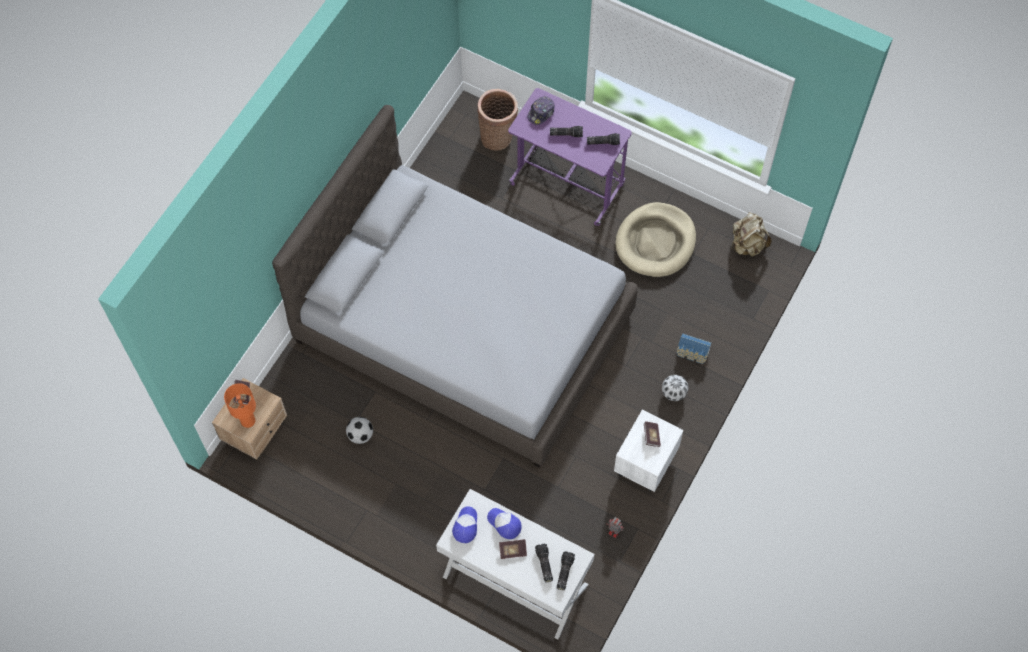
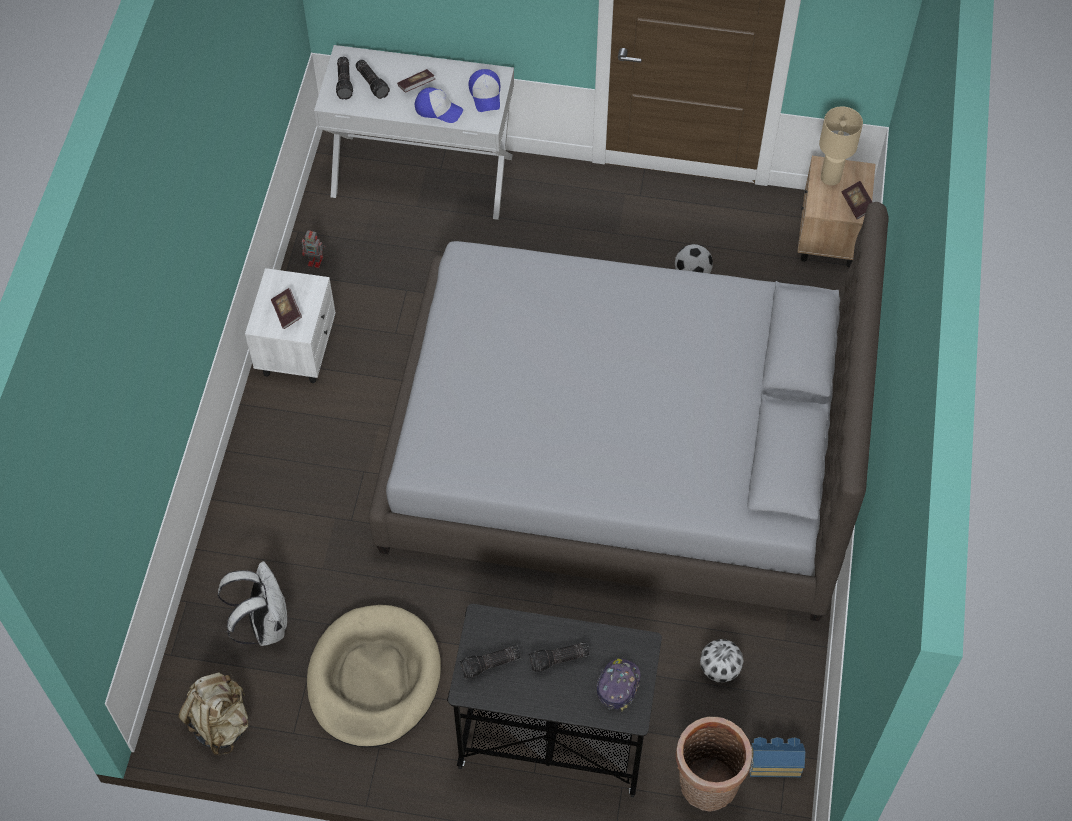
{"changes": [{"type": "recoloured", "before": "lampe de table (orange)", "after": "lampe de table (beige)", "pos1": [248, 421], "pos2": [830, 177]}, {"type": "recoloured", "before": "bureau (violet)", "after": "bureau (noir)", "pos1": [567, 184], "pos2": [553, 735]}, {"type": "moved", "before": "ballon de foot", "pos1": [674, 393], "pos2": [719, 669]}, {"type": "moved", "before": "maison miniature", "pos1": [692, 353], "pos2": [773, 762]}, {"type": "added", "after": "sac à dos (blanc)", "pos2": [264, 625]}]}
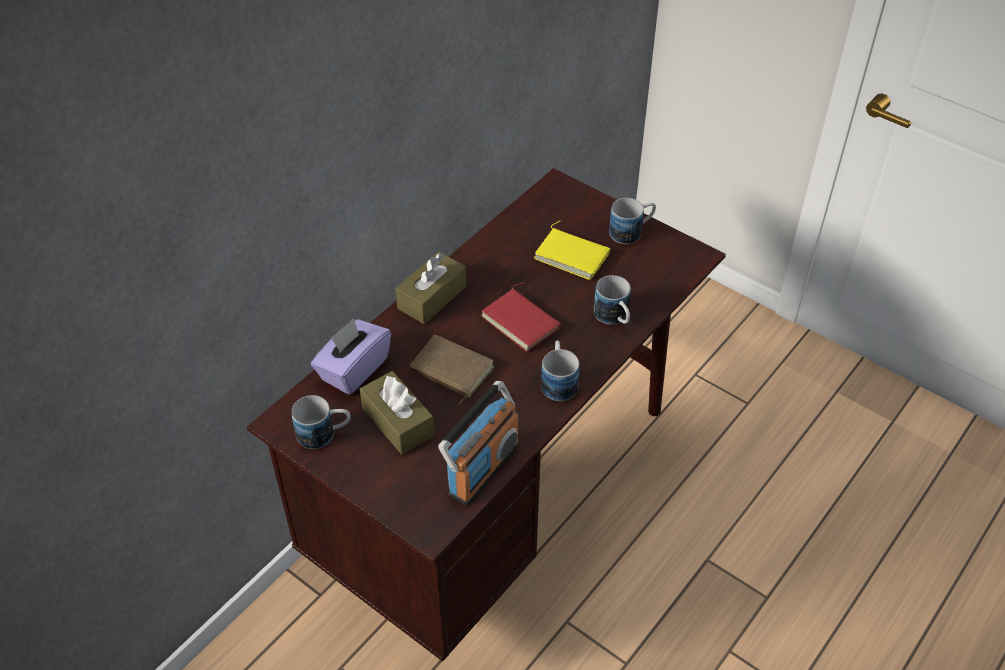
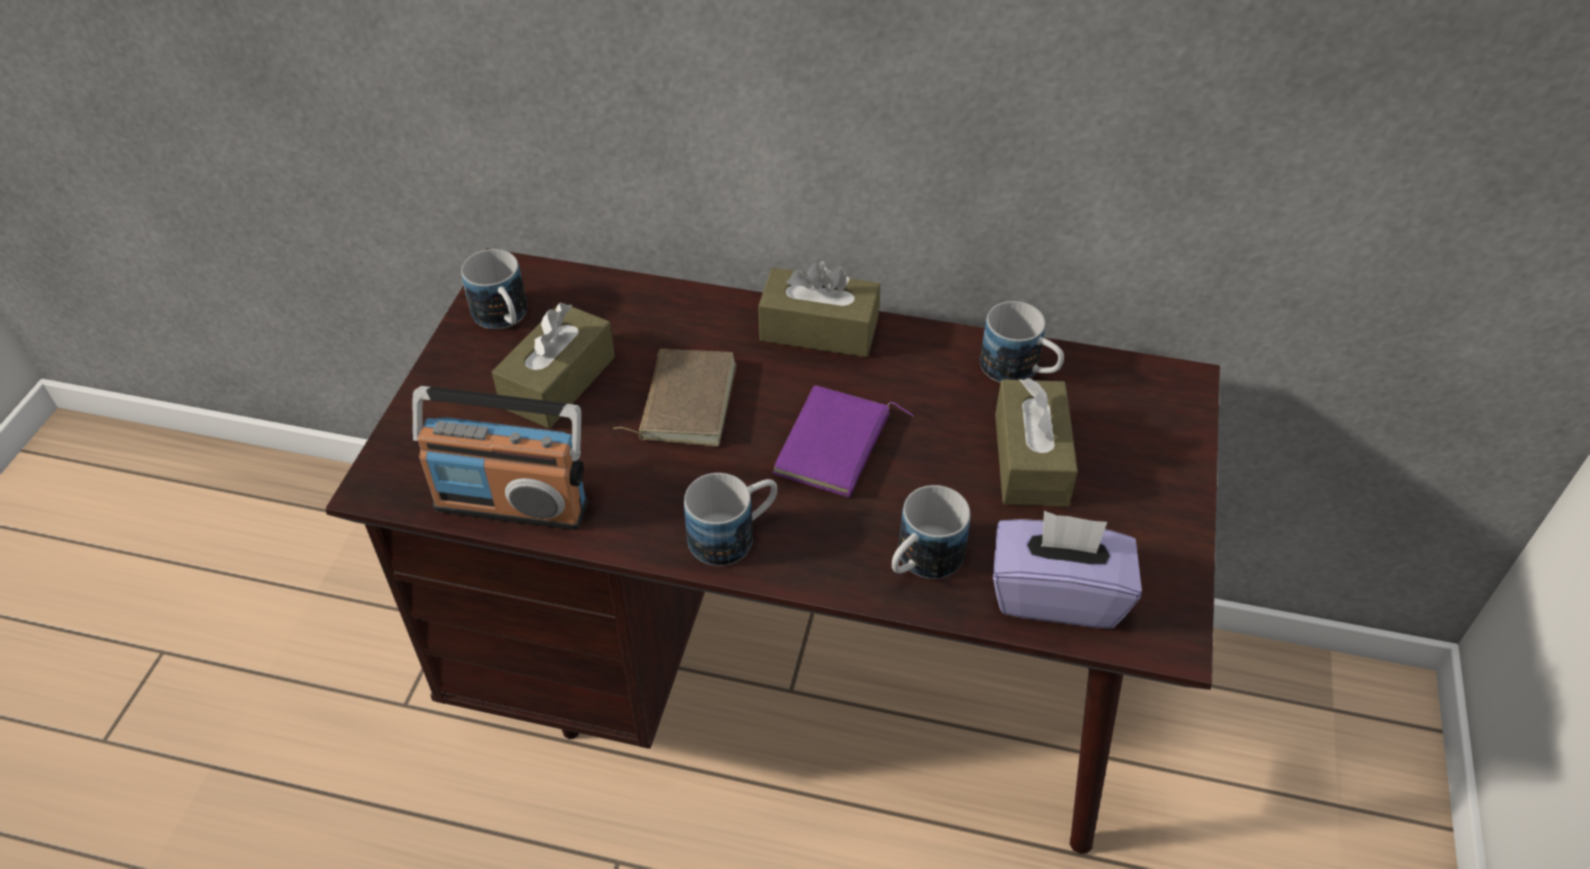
{"changes": [{"type": "moved", "before": "boîte à mouchoirs (violet)", "pos1": [353, 369], "pos2": [1057, 594]}, {"type": "recoloured", "before": "livre (rouge)", "after": "livre (violet)", "pos1": [522, 321], "pos2": [836, 447]}, {"type": "replaced", "before": "livre (jaune)", "after": "boîte à mouchoirs (marron)", "pos1": [573, 255], "pos2": [1030, 459]}, {"type": "moved", "before": "mug", "pos1": [632, 231], "pos2": [1020, 371]}]}
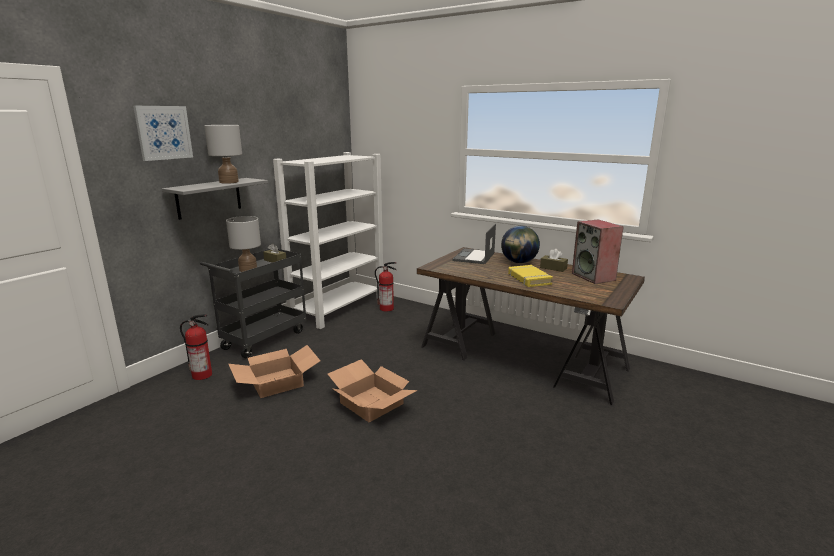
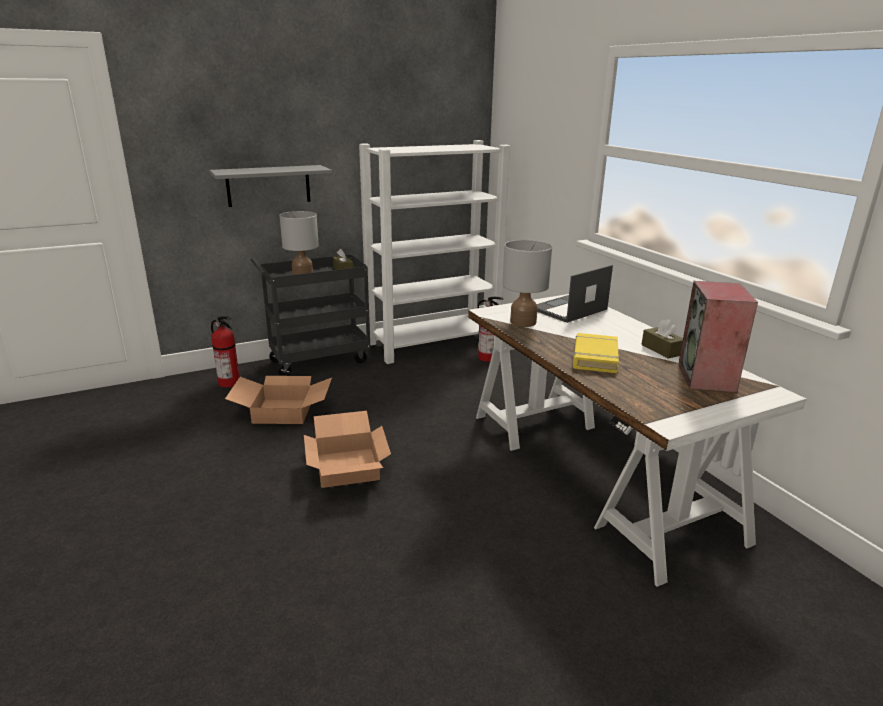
{"changes": [{"type": "removed", "before": "tableau", "pos1": [163, 132]}, {"type": "moved", "before": "lampe de table (gris)", "pos1": [228, 182], "pos2": [522, 322]}, {"type": "recoloured", "before": "bureau (marron)", "after": "bureau (blanc)", "pos1": [521, 357], "pos2": [595, 471]}, {"type": "removed", "before": "globe", "pos1": [519, 262]}]}
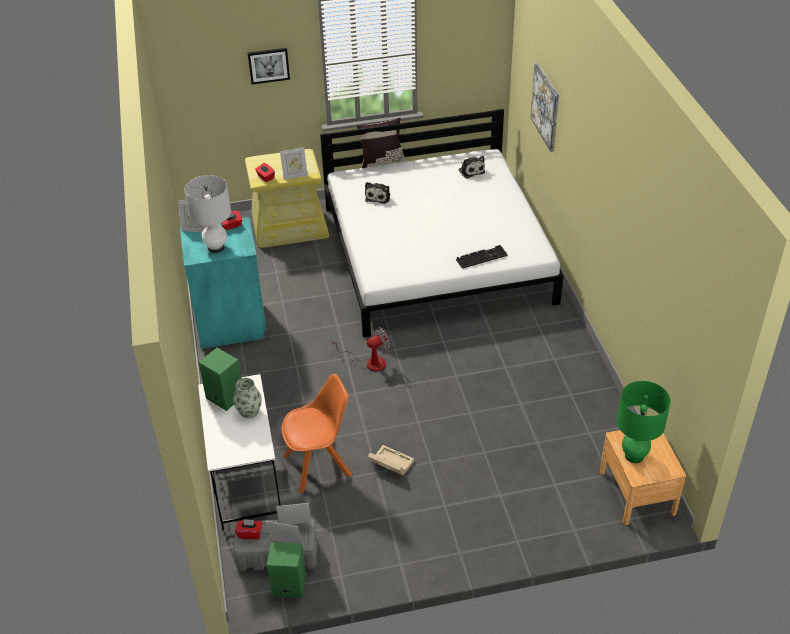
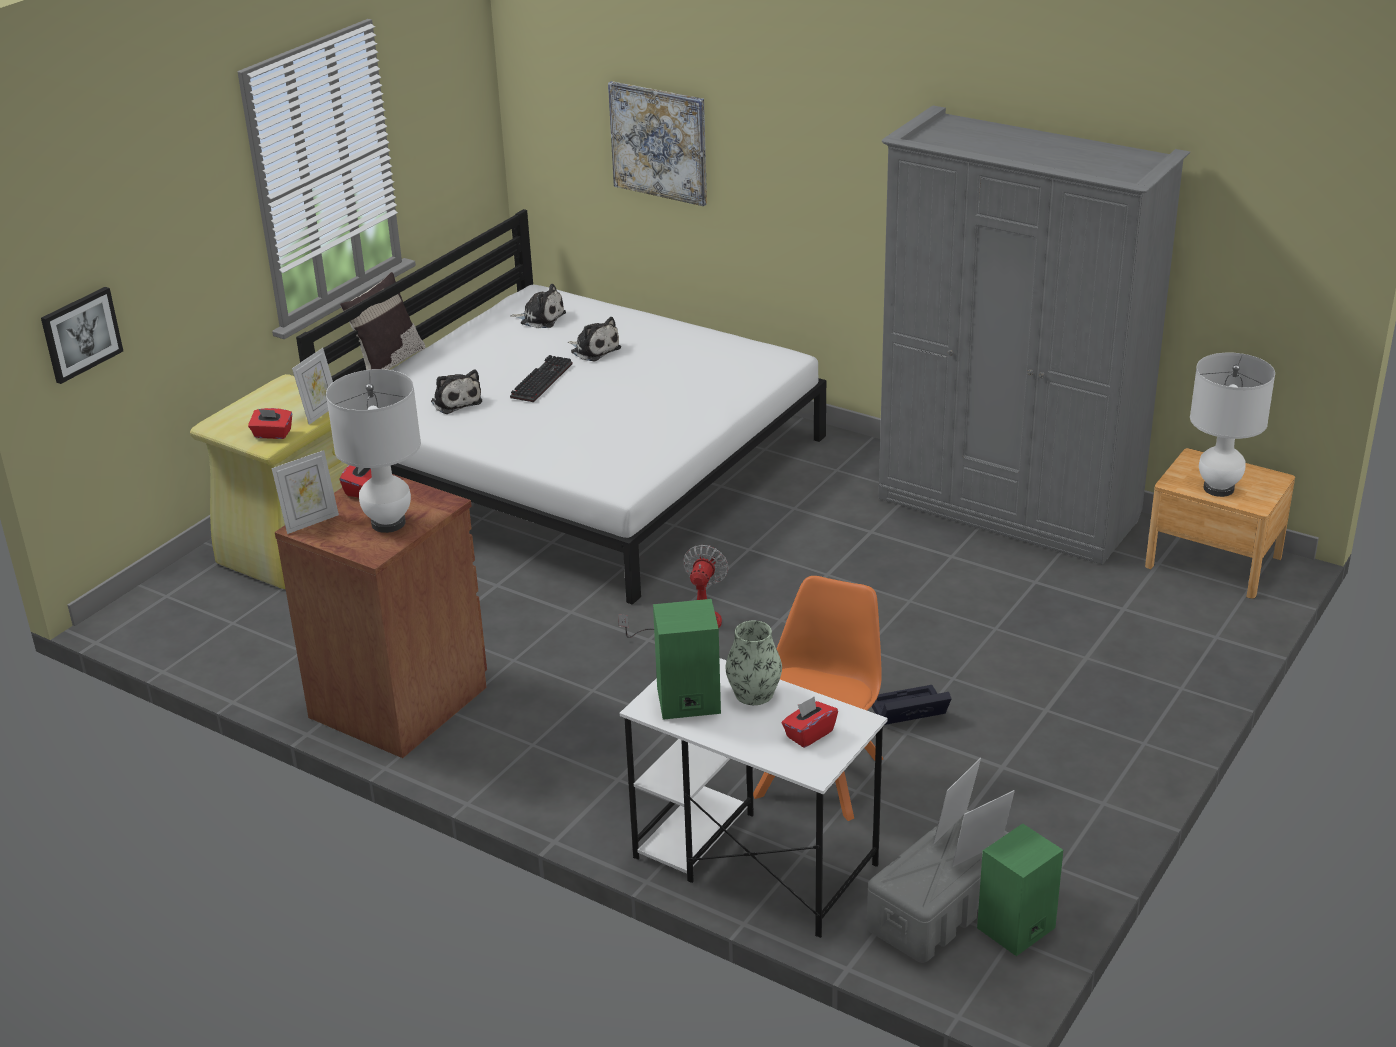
{"changes": [{"type": "recoloured", "before": "commode (turquoise)", "after": "commode (marron)", "pos1": [230, 323], "pos2": [398, 701]}, {"type": "moved", "before": "boîte à mouchoirs (rouge)", "pos1": [250, 533], "pos2": [809, 734]}, {"type": "moved", "before": "tableau", "pos1": [268, 65], "pos2": [80, 334]}, {"type": "recoloured", "before": "boîte de rangement (beige)", "after": "boîte de rangement (noir)", "pos1": [390, 463], "pos2": [907, 712]}, {"type": "moved", "before": "clavier", "pos1": [482, 257], "pos2": [541, 380]}, {"type": "recoloured", "before": "lampe de table (vert)", "after": "lampe de table (blanc)", "pos1": [634, 456], "pos2": [1218, 489]}, {"type": "added", "after": "peluche", "pos2": [594, 350]}, {"type": "added", "after": "armoire (gris)", "pos2": [1009, 508]}]}
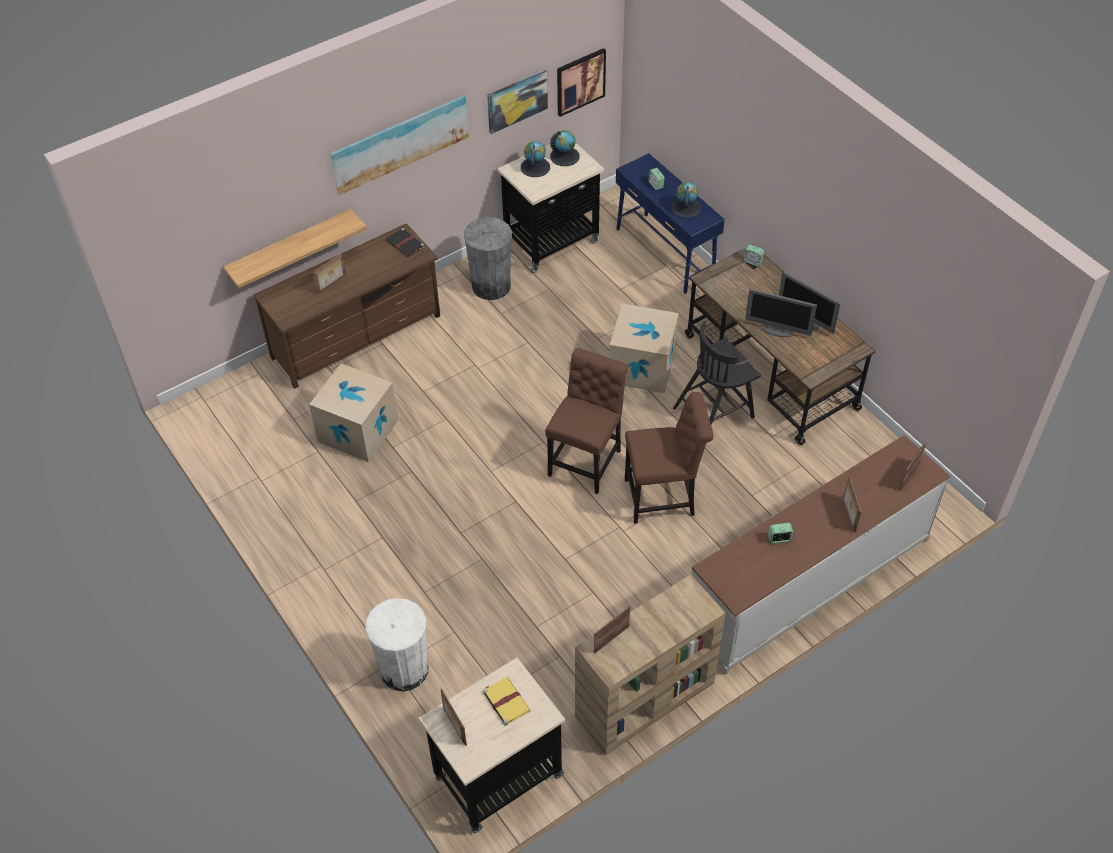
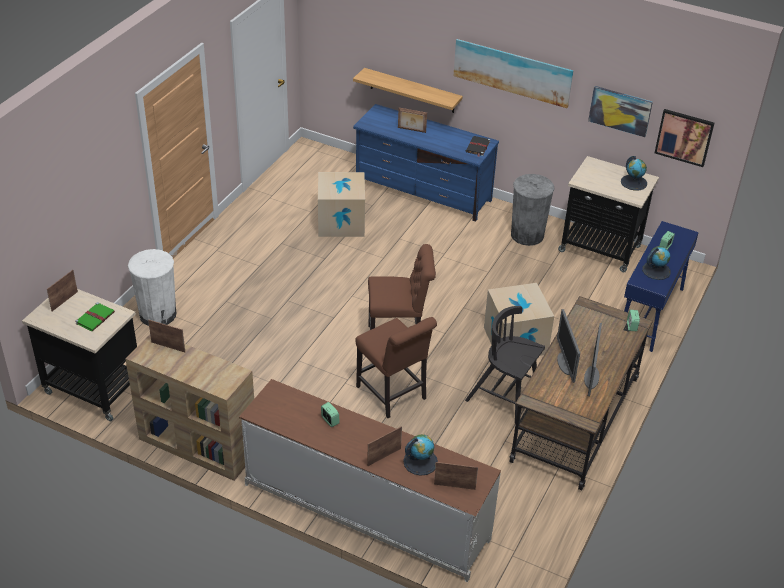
{"changes": [{"type": "recoloured", "before": "commode (marron)", "after": "commode (bleu)", "pos1": [358, 337], "pos2": [423, 192]}, {"type": "recoloured", "before": "livre (jaune)", "after": "livre (vert)", "pos1": [506, 701], "pos2": [95, 318]}, {"type": "moved", "before": "globe", "pos1": [535, 167], "pos2": [420, 462]}]}
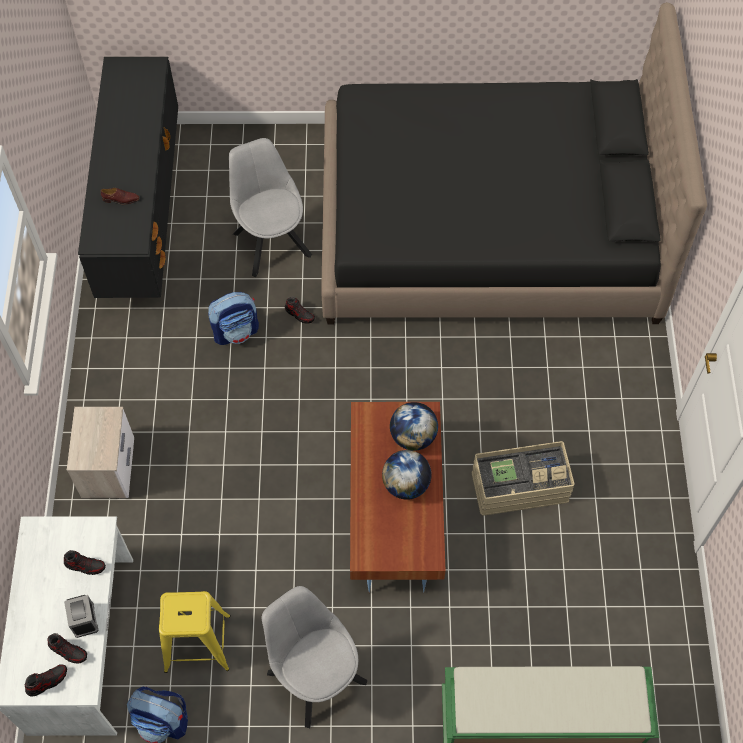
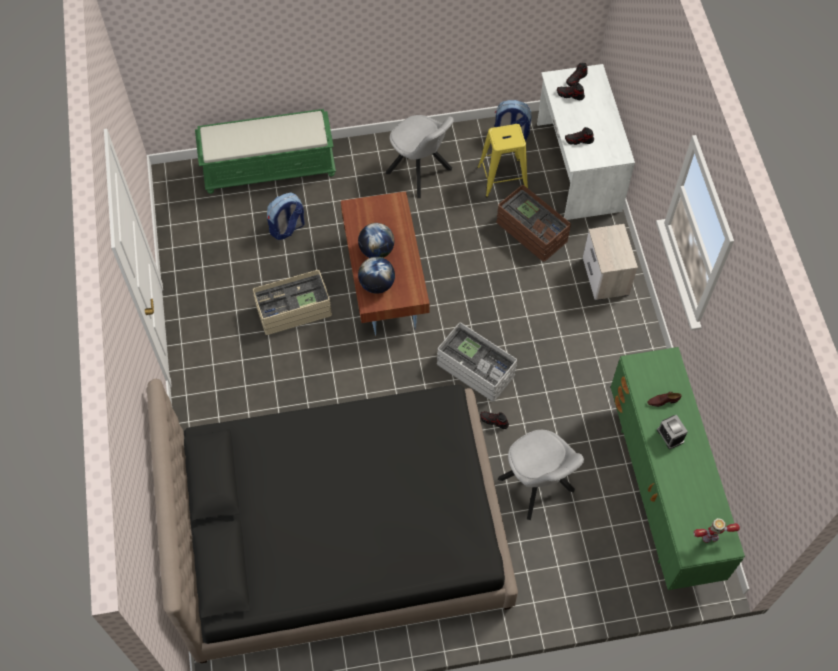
{"changes": [{"type": "moved", "before": "réveil", "pos1": [84, 619], "pos2": [670, 435]}, {"type": "recoloured", "before": "commode (noir)", "after": "commode (vert)", "pos1": [144, 219], "pos2": [659, 491]}, {"type": "moved", "before": "sac à dos", "pos1": [236, 331], "pos2": [287, 228]}, {"type": "added", "after": "boîte de rangement (gris)", "pos2": [476, 368]}, {"type": "added", "after": "boîte de rangement (marron)", "pos2": [532, 231]}, {"type": "added", "after": "robot jouet", "pos2": [710, 537]}]}
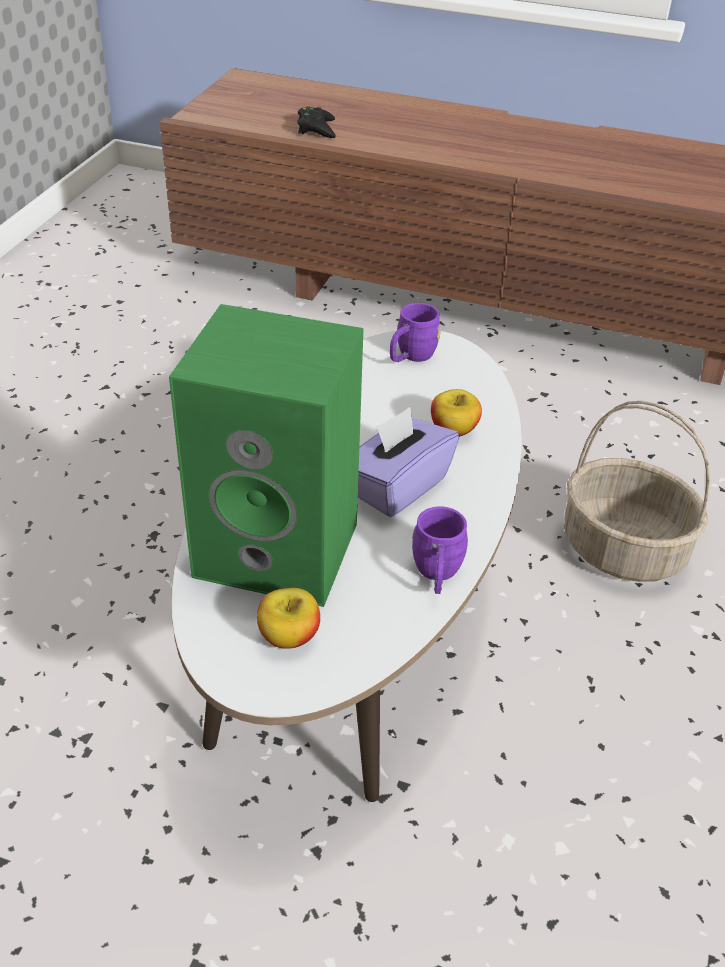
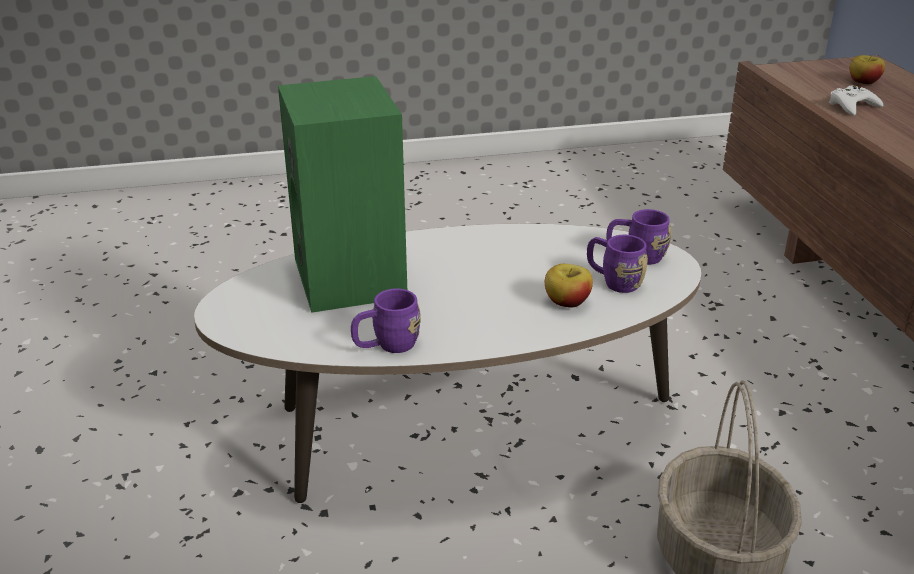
{"changes": [{"type": "moved", "before": "pomme", "pos1": [288, 636], "pos2": [863, 82]}, {"type": "recoloured", "before": "manette (noir)", "after": "manette (blanc)", "pos1": [316, 128], "pos2": [853, 106]}, {"type": "removed", "before": "boîte à mouchoirs (violet)", "pos1": [397, 486]}, {"type": "added", "after": "mug (violet)", "pos2": [613, 281]}]}
